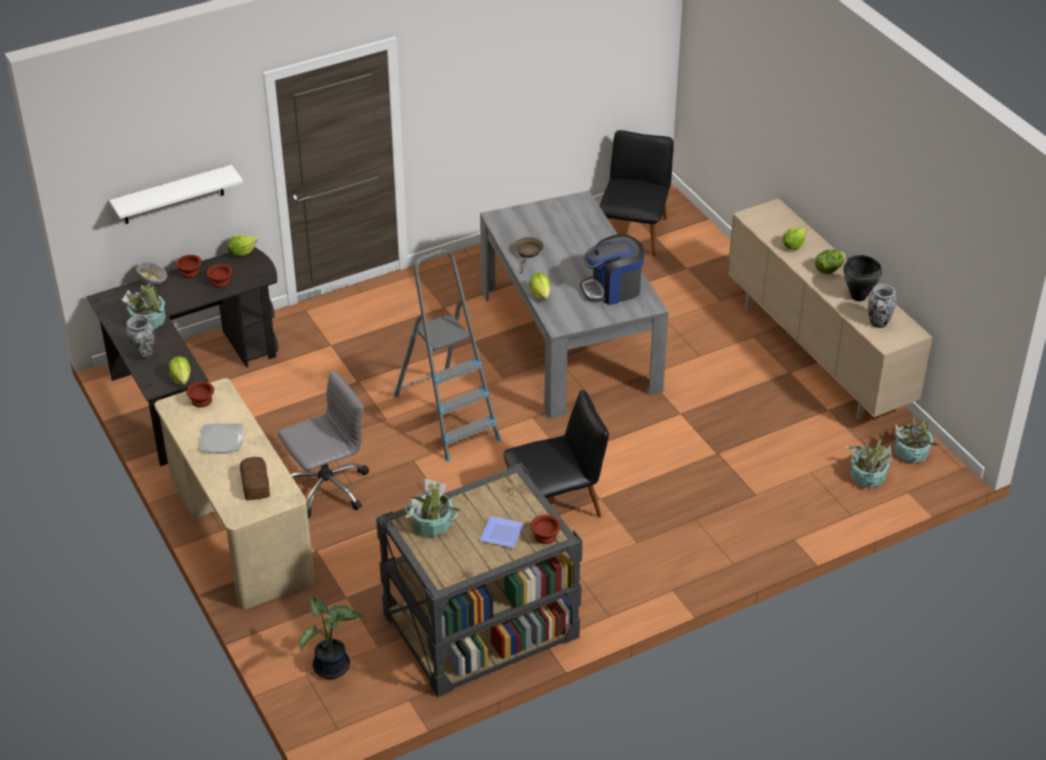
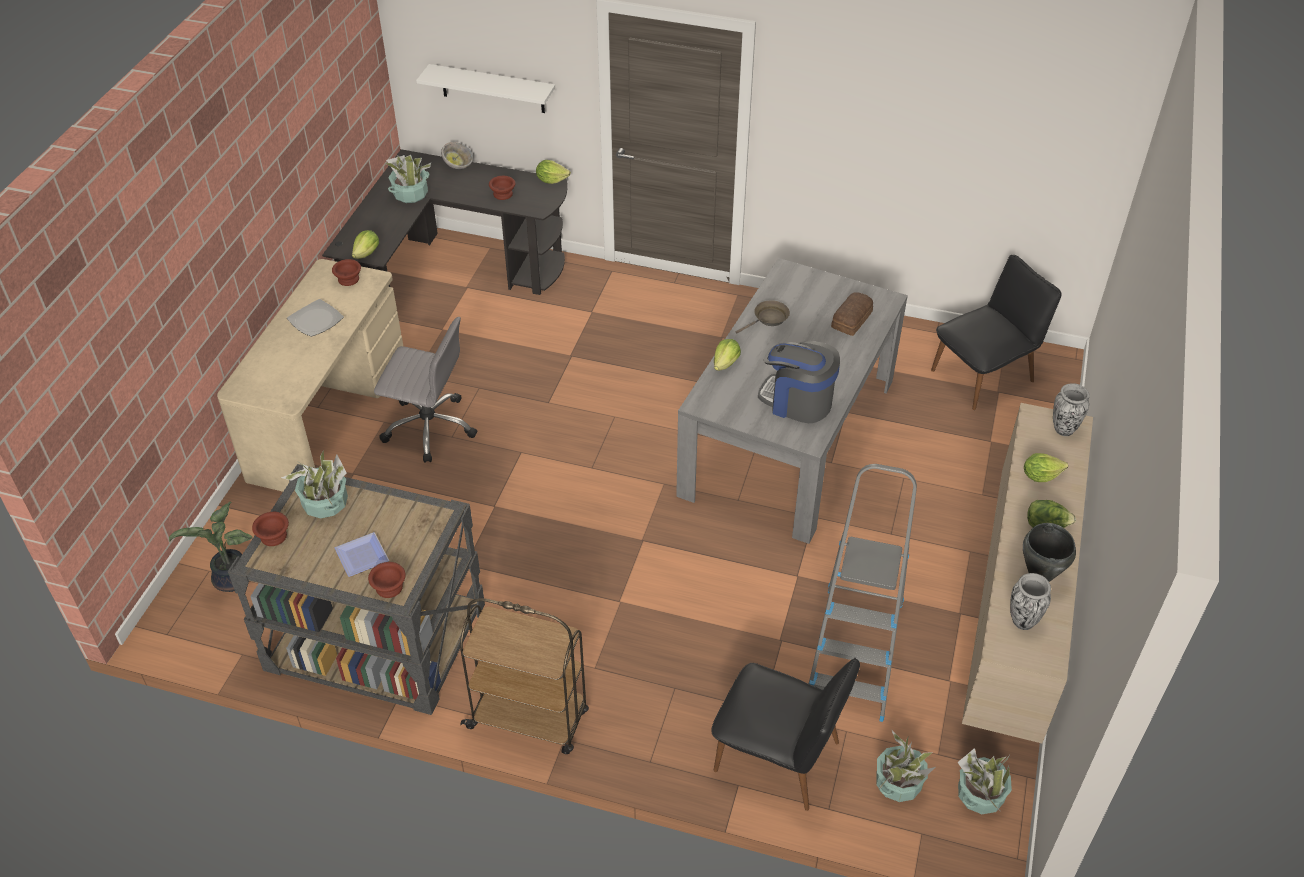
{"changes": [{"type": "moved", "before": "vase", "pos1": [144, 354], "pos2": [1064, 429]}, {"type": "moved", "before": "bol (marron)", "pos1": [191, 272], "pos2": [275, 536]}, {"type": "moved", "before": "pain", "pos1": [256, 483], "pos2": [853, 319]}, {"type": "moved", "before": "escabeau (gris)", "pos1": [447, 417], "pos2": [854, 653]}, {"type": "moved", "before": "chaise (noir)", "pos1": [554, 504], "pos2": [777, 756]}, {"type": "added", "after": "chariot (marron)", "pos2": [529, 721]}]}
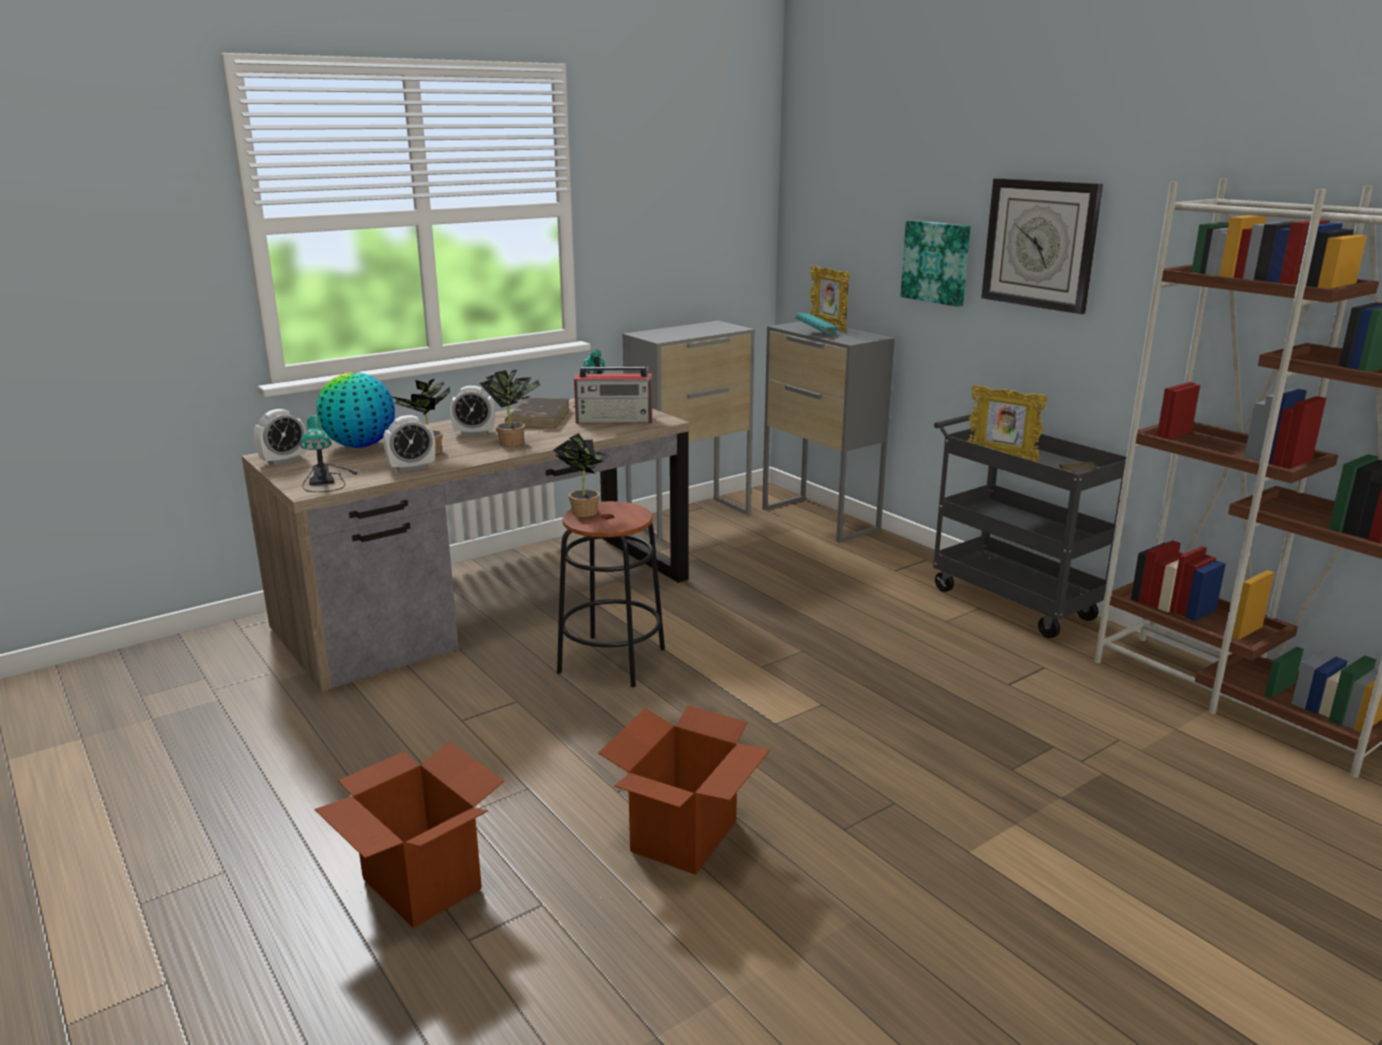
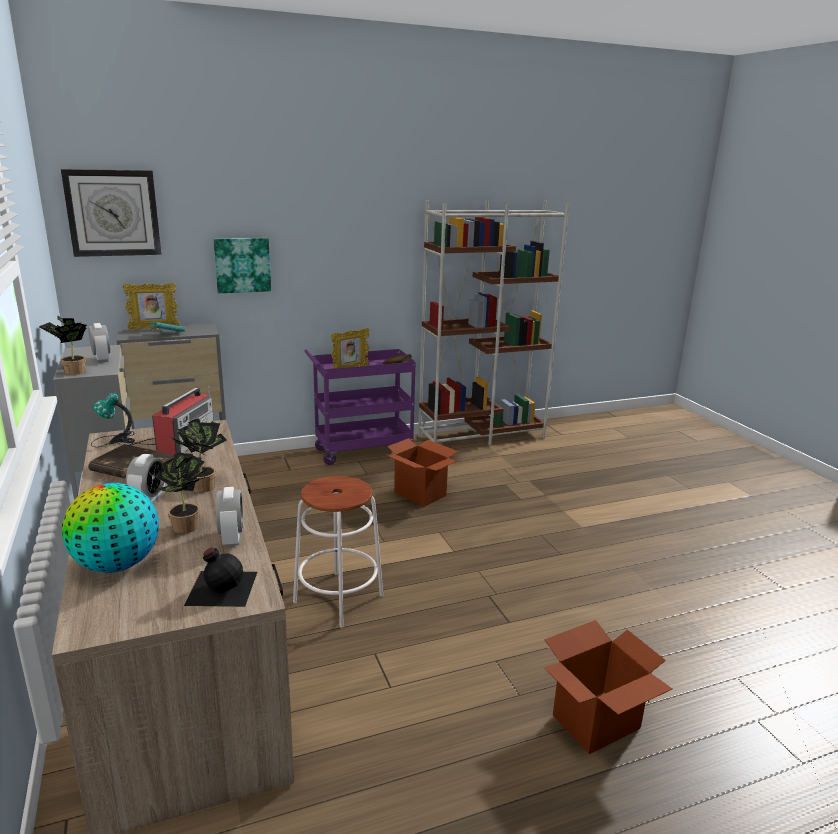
{"changes": [{"type": "moved", "before": "réveil", "pos1": [283, 460], "pos2": [102, 359]}, {"type": "replaced", "before": "lampe de table", "after": "bouteille (noir)", "pos1": [326, 478], "pos2": [221, 587]}, {"type": "moved", "before": "plante en pot", "pos1": [583, 511], "pos2": [72, 372]}, {"type": "recoloured", "before": "tabouret (noir)", "after": "tabouret (blanc)", "pos1": [612, 660], "pos2": [338, 598]}, {"type": "moved", "before": "carton", "pos1": [684, 837], "pos2": [420, 494]}, {"type": "recoloured", "before": "chariot (gris)", "after": "chariot (violet)", "pos1": [1010, 603], "pos2": [360, 452]}, {"type": "moved", "before": "horloge murale", "pos1": [1040, 244], "pos2": [113, 213]}]}
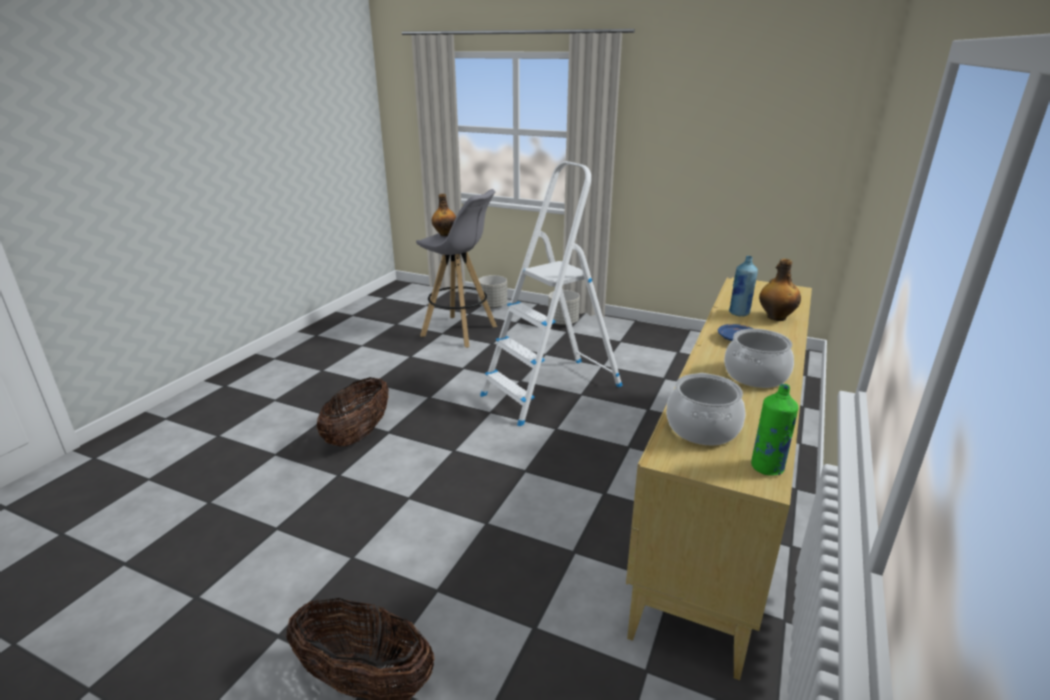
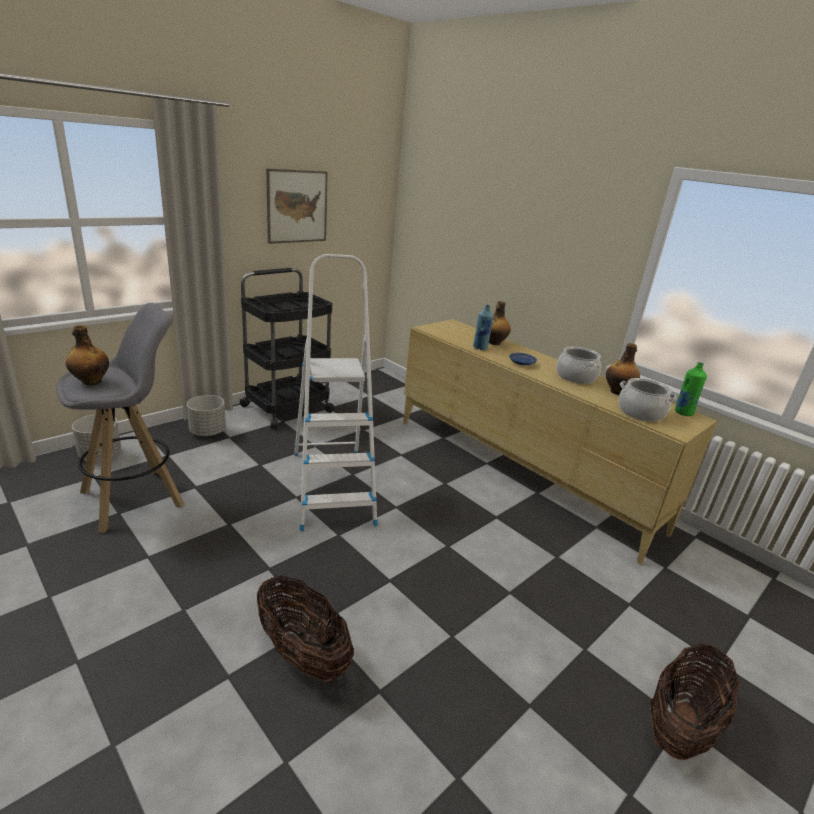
{"changes": [{"type": "added", "after": "chariot (noir)", "pos2": [287, 409]}, {"type": "added", "after": "tableau", "pos2": [297, 206]}, {"type": "added", "after": "bouteille", "pos2": [618, 392]}]}
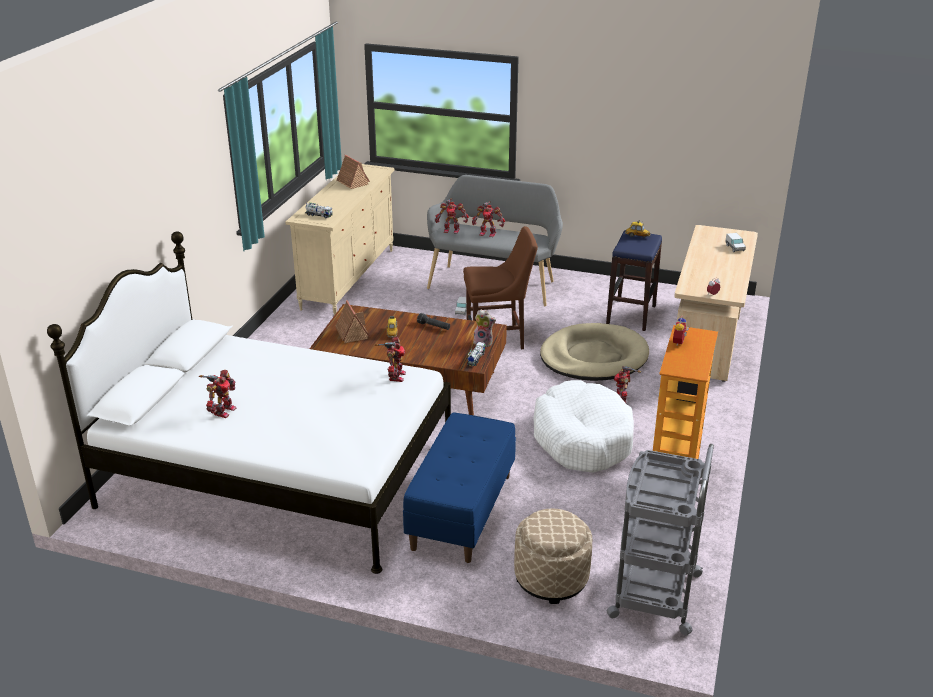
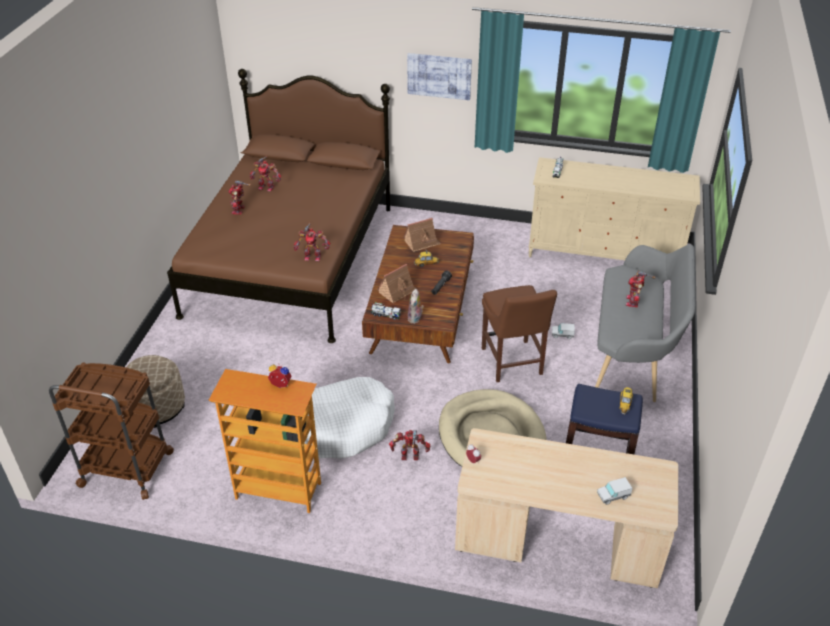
{"changes": [{"type": "recoloured", "before": "lit (blanc)", "after": "lit (marron)", "pos1": [278, 473], "pos2": [292, 259]}, {"type": "moved", "before": "maison miniature", "pos1": [352, 182], "pos2": [397, 291]}, {"type": "removed", "before": "banc (bleu)", "pos1": [461, 511]}, {"type": "moved", "before": "robot jouet", "pos1": [451, 230], "pos2": [239, 210]}, {"type": "recoloured", "before": "chariot (gris)", "after": "chariot (marron)", "pos1": [654, 595], "pos2": [127, 468]}, {"type": "added", "after": "tableau", "pos2": [439, 76]}]}
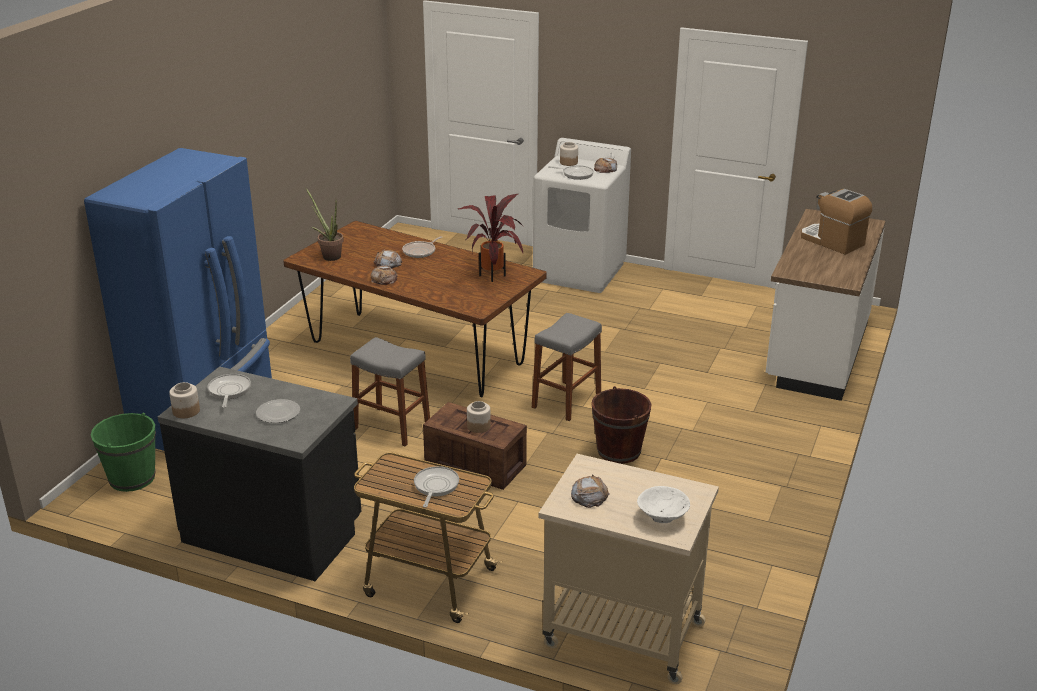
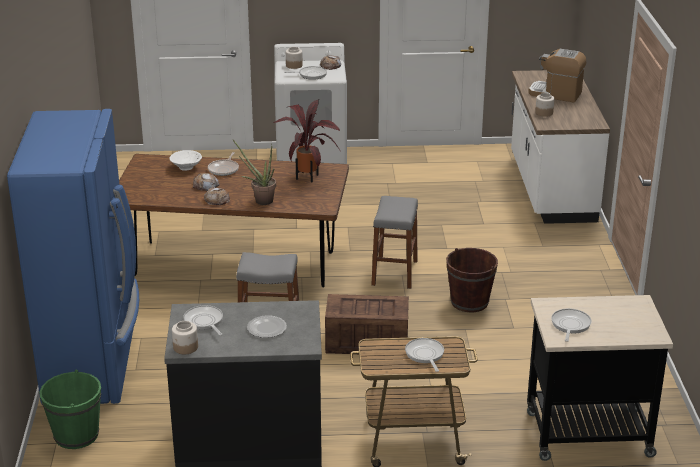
{"changes": [{"type": "moved", "before": "plante en pot", "pos1": [329, 255], "pos2": [260, 200]}, {"type": "moved", "before": "bocal", "pos1": [478, 426], "pos2": [543, 113]}, {"type": "recoloured", "before": "chariot (beige)", "after": "chariot (noir)", "pos1": [622, 635], "pos2": [587, 435]}, {"type": "replaced", "before": "pain", "after": "poêle", "pos1": [589, 495], "pos2": [570, 325]}, {"type": "moved", "before": "bol (blanc)", "pos1": [662, 517], "pos2": [186, 167]}]}
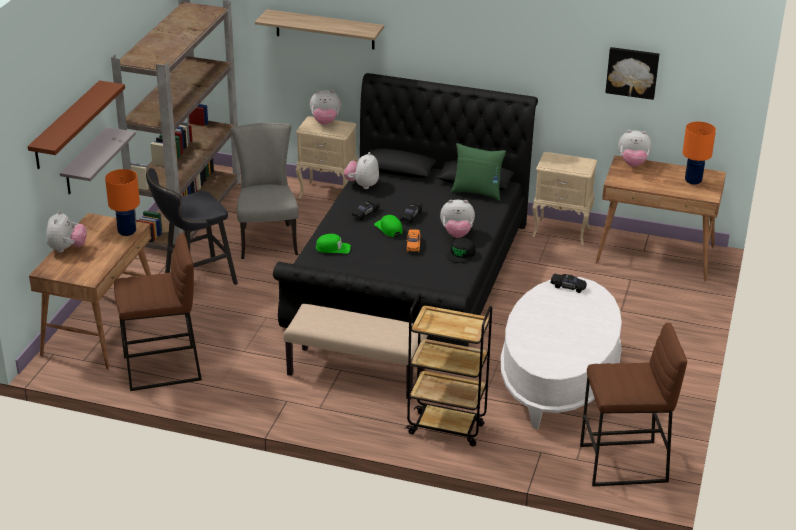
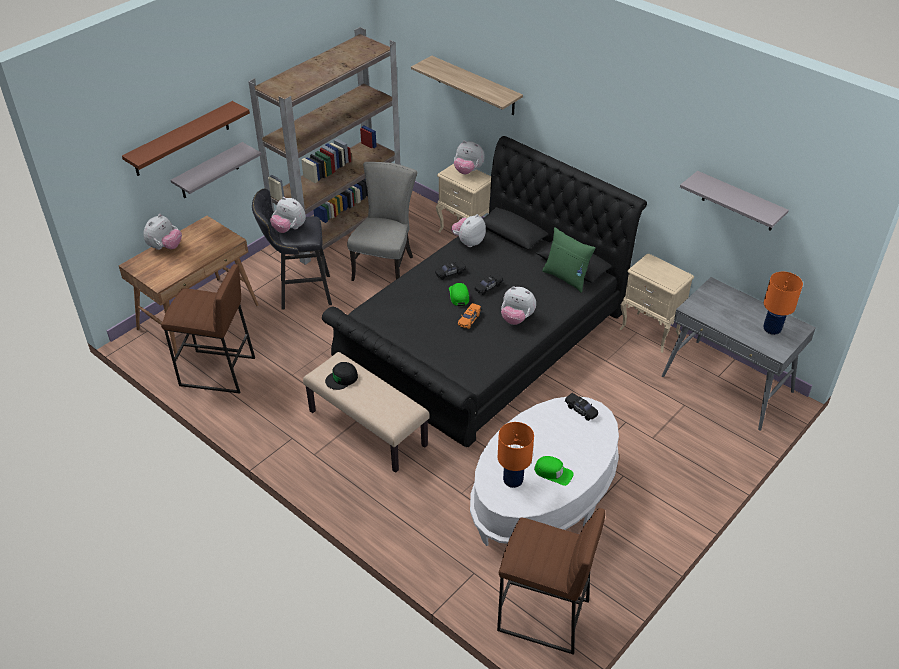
{"changes": [{"type": "moved", "before": "lampe de table (orange)", "pos1": [127, 232], "pos2": [513, 481]}, {"type": "moved", "before": "casquette (vert)", "pos1": [333, 248], "pos2": [553, 473]}, {"type": "removed", "before": "chariot (marron)", "pos1": [445, 429]}, {"type": "moved", "before": "casquette (noir)", "pos1": [461, 254], "pos2": [342, 378]}, {"type": "recoloured", "before": "bureau (marron)", "after": "bureau (gris)", "pos1": [656, 254], "pos2": [728, 384]}, {"type": "replaced", "before": "tableau", "after": "étagère (gris)", "pos1": [632, 72], "pos2": [739, 202]}, {"type": "moved", "before": "peluche", "pos1": [633, 164], "pos2": [289, 229]}]}
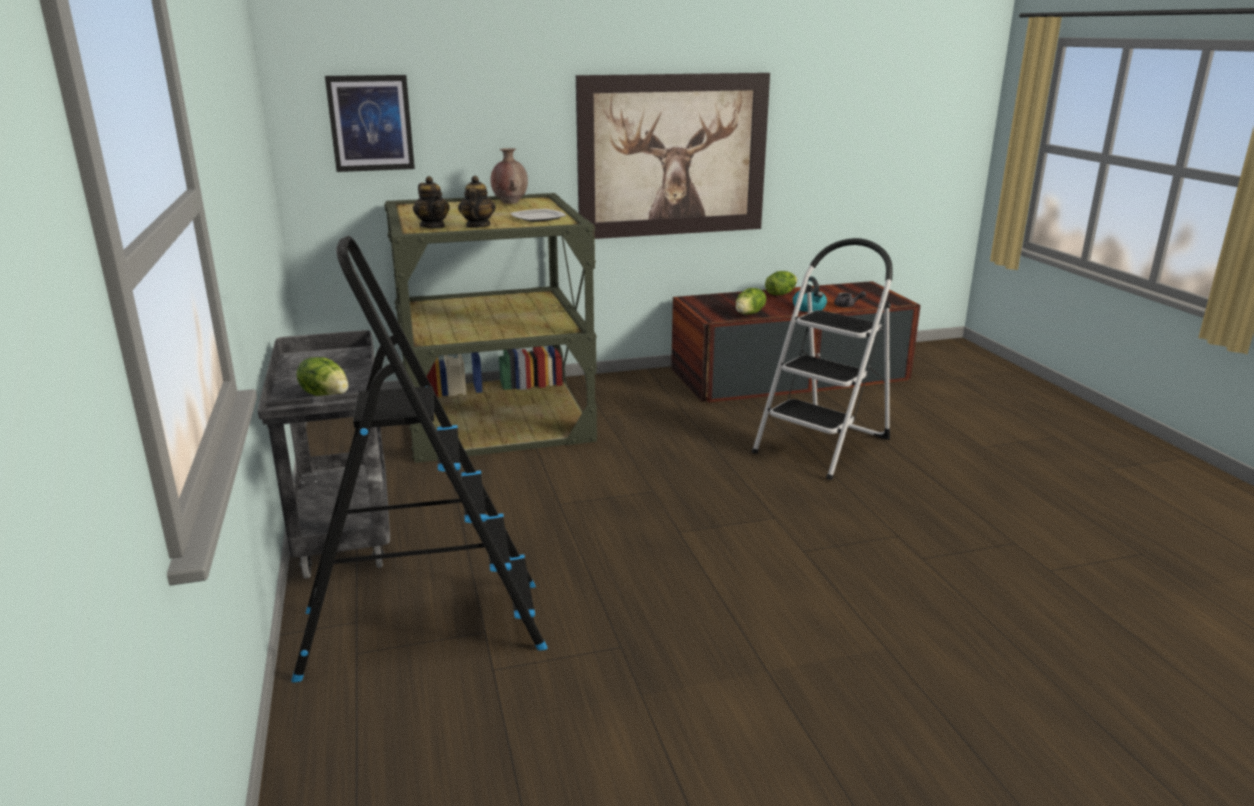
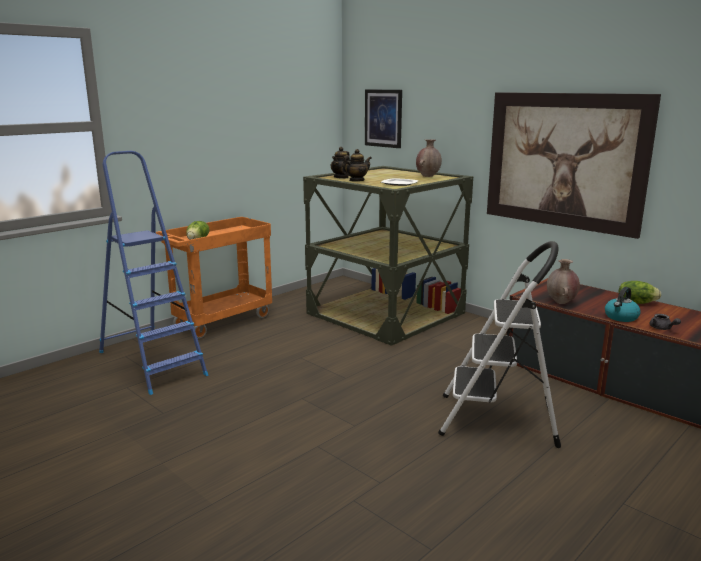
{"changes": [{"type": "recoloured", "before": "chariot (gris)", "after": "chariot (orange)", "pos1": [345, 537], "pos2": [219, 323]}, {"type": "recoloured", "before": "escabeau (noir)", "after": "escabeau (bleu)", "pos1": [424, 629], "pos2": [152, 363]}, {"type": "replaced", "before": "laitue", "after": "vase (marron)", "pos1": [749, 314], "pos2": [561, 302]}]}
